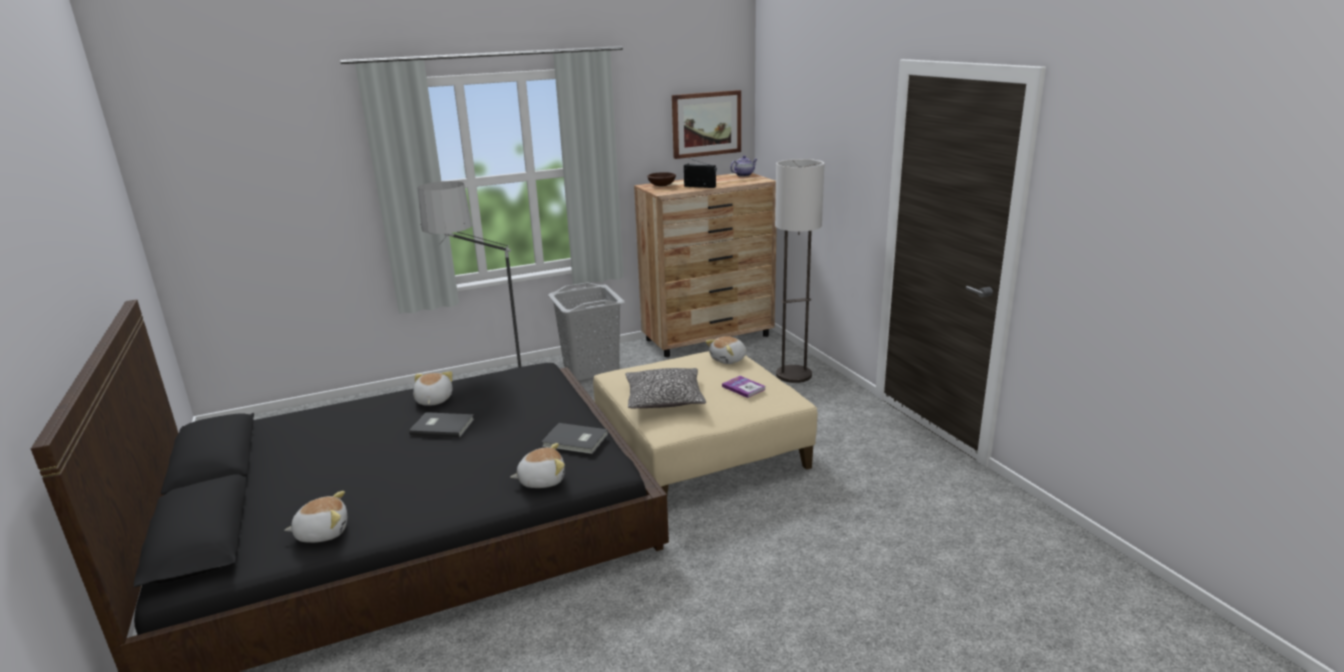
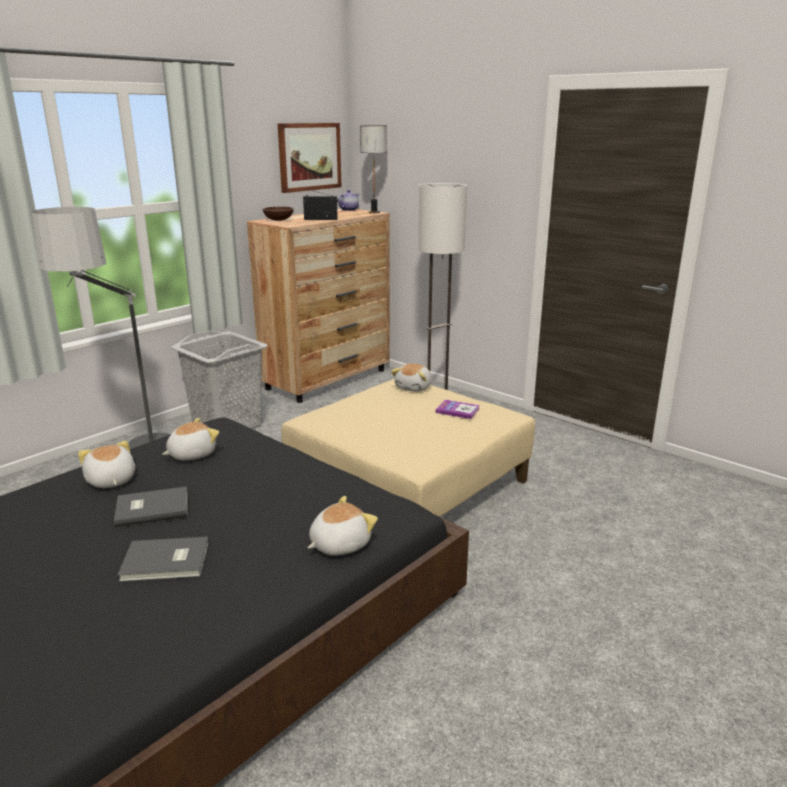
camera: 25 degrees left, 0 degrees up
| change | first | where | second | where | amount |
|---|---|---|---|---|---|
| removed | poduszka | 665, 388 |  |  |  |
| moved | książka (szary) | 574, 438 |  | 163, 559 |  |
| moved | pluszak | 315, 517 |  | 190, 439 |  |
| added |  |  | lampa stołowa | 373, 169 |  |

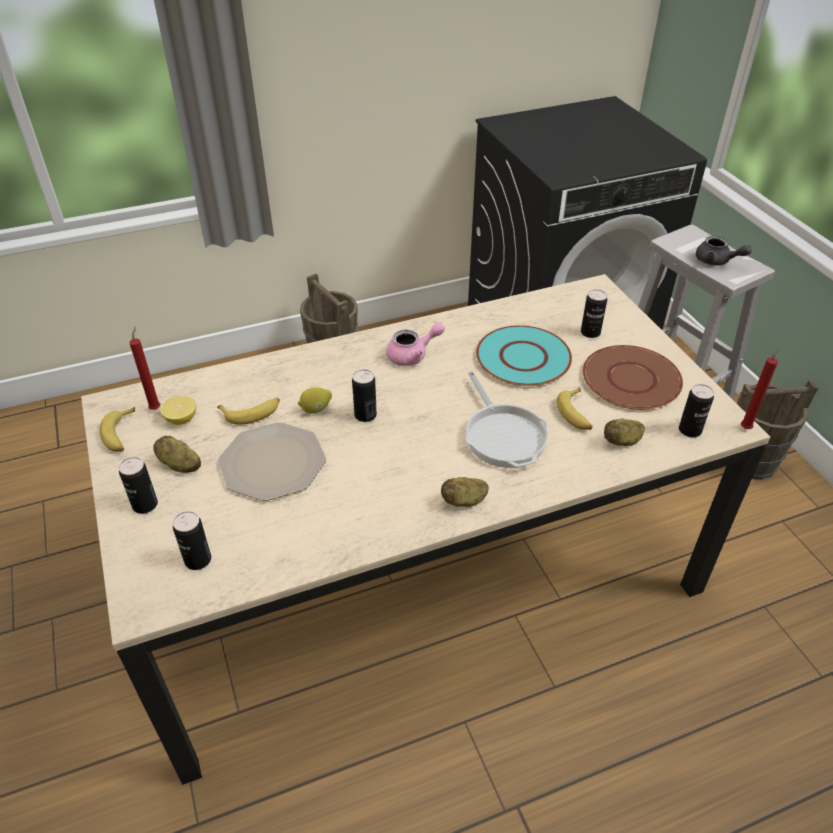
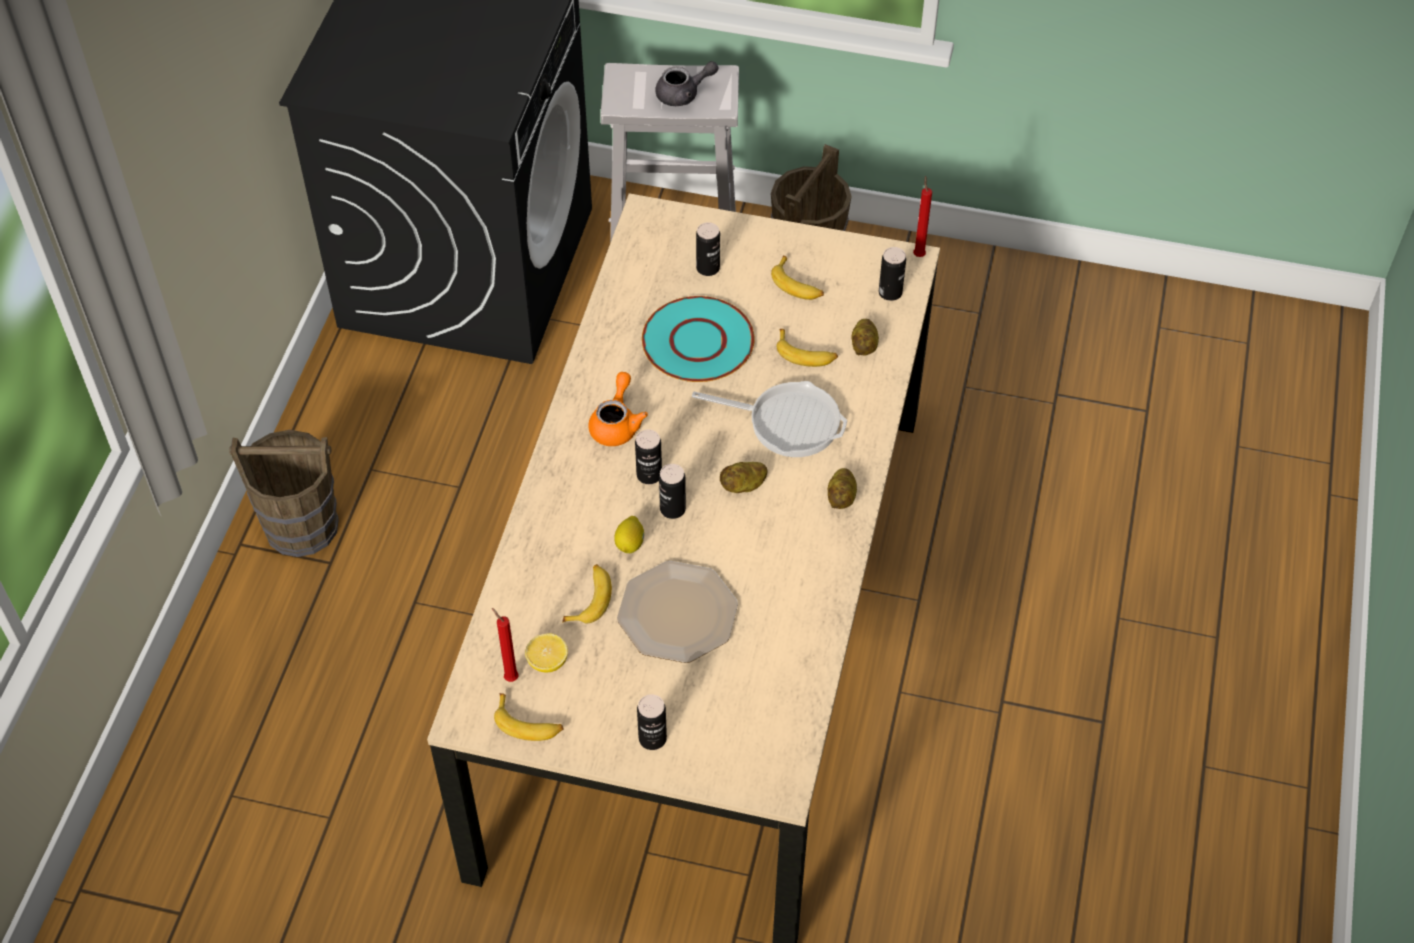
camera: 55 degrees left, 10 degrees up
| change | first | where | second | where | amount |
|---|---|---|---|---|---|
| recoloured | imbryk (różowy) | 415, 344 | imbryk (pomarańczowy) | 618, 409 |  |
| replaced | talerz (brązowy) | 632, 377 | banan | 797, 277 |  |
| moved | ziemniak | 177, 454 |  | 744, 477 |  |
| moved | puszka | 192, 540 |  | 648, 456 |  |

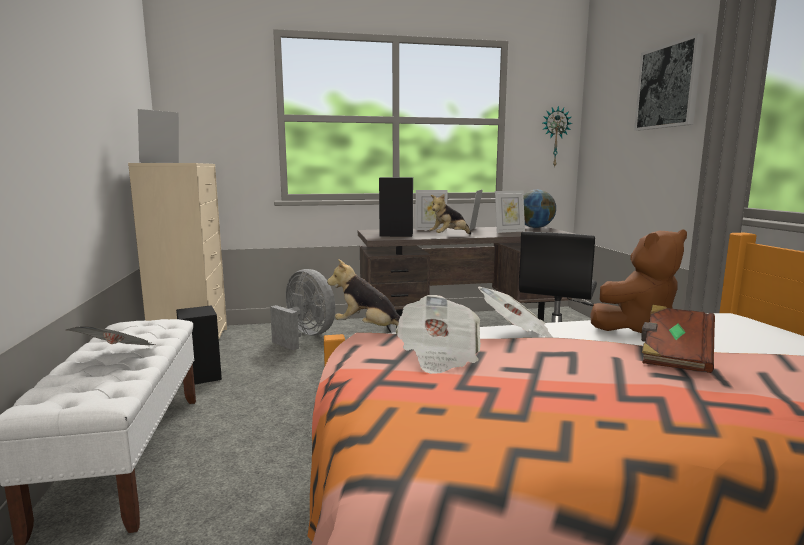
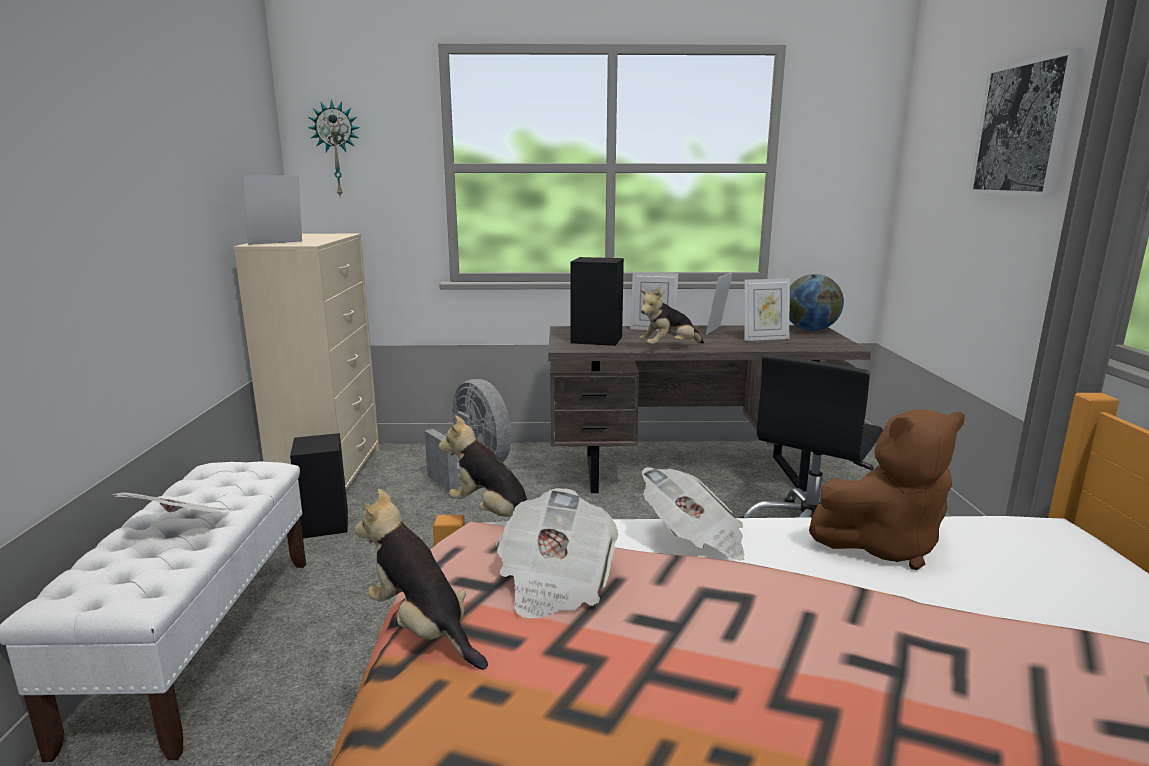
camera: 10 degrees right, 5 degrees up
| change | first | where | second | where | amount |
|---|---|---|---|---|---|
| moved | zegar ścienny | 557, 137 |  | 334, 148 |  |
| removed | książka (brązowy) | 678, 339 |  |  |  |
| added |  |  | pluszak | 421, 579 |  |

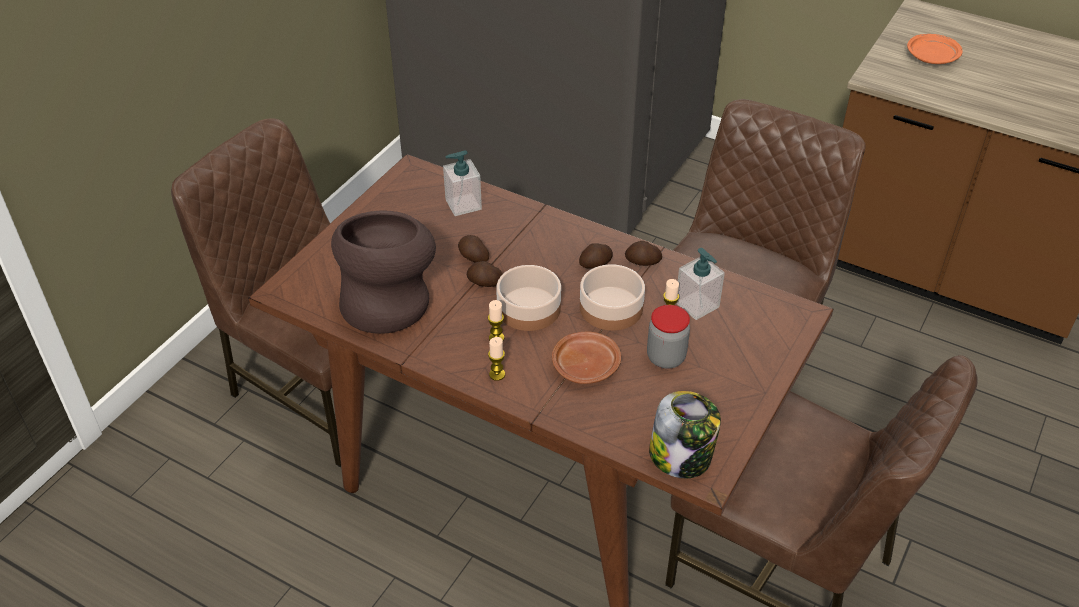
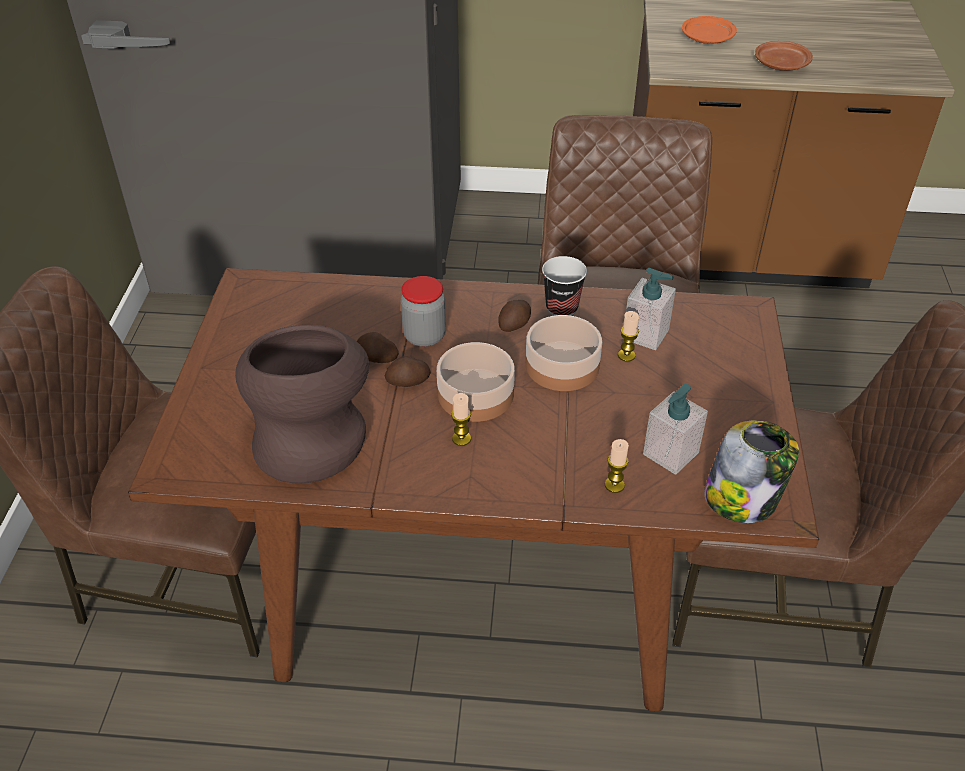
camera: 25 degrees left, 0 degrees up
| change | first | where | second | where | amount |
|---|---|---|---|---|---|
| moved | dozownik mydła | 462, 183 |  | 675, 429 |  |
| replaced | ziemniak | 643, 253 | filiżanka | 564, 286 |  |
| moved | słoik | 668, 337 |  | 423, 311 |  |
| moved | talerz (brązowy) | 586, 358 |  | 784, 56 |  |
| moved | świeca | 496, 359 |  | 617, 466 |  |

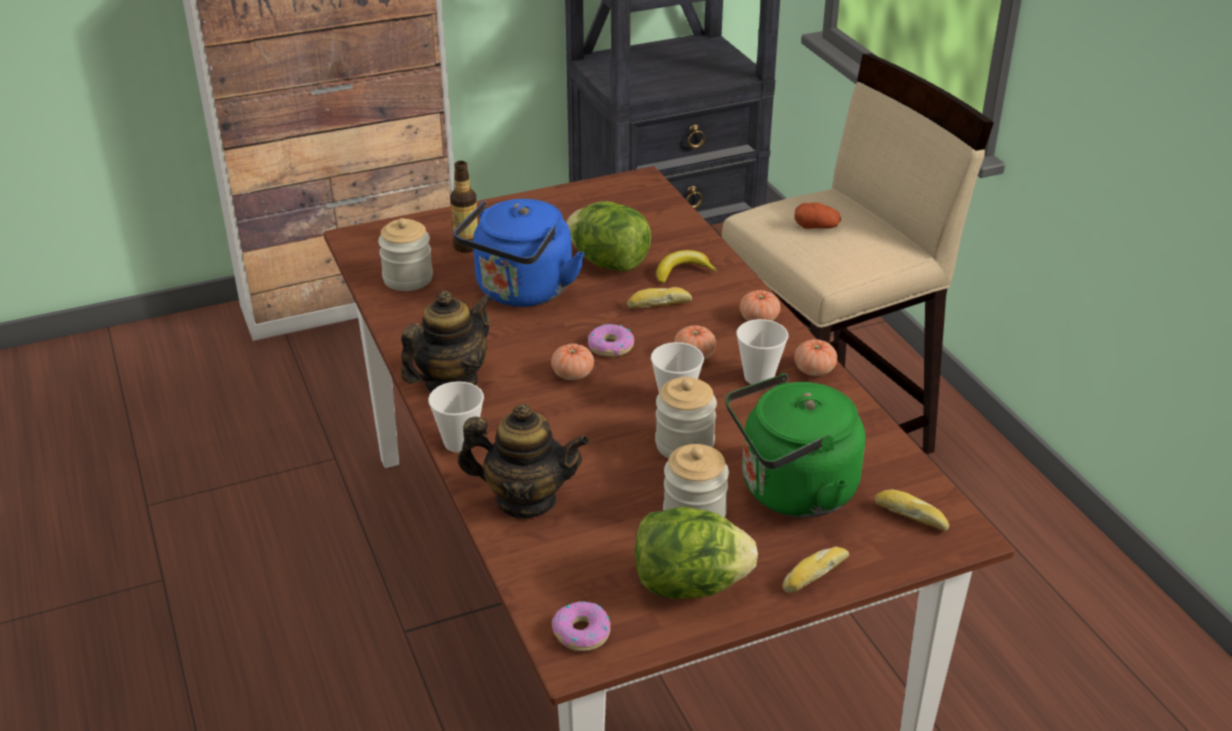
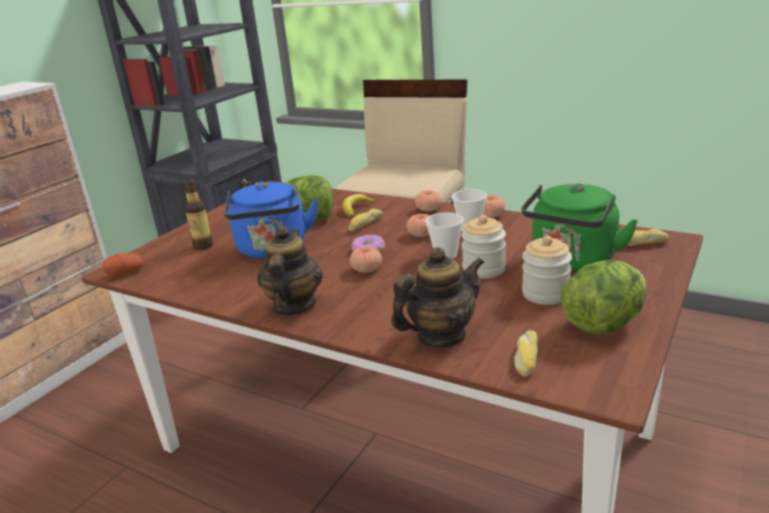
camera: 35 degrees left, 10 degrees down
| change | first | where | second | where | amount |
|---|---|---|---|---|---|
| moved | ziemniak | 818, 215 |  | 123, 265 |  |
| removed | słoik | 405, 254 |  |  |  |
| removed | filiżanka | 456, 417 |  |  |  |
| moved | chleb | 816, 570 |  | 526, 354 |  |
| removed | donut | 581, 626 |  |  |  |

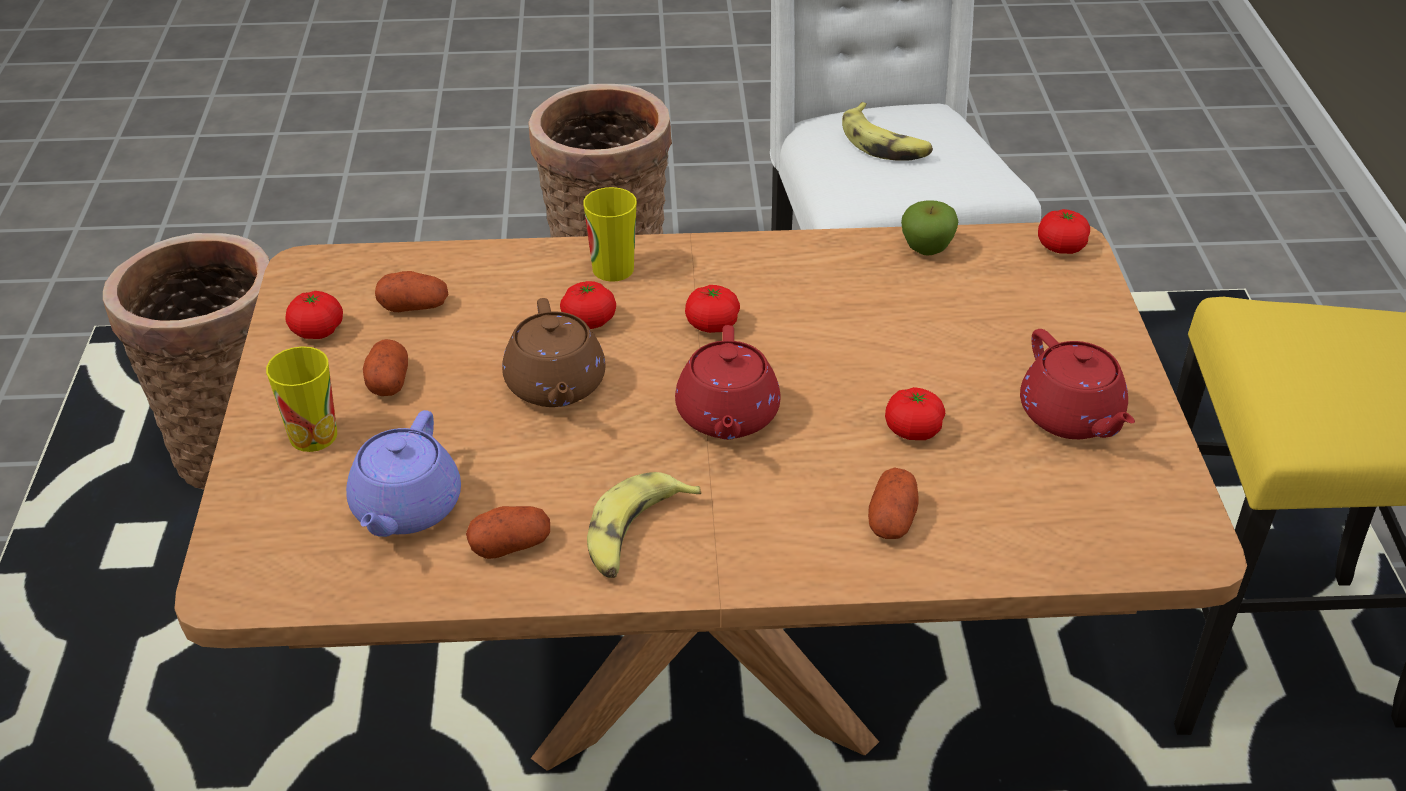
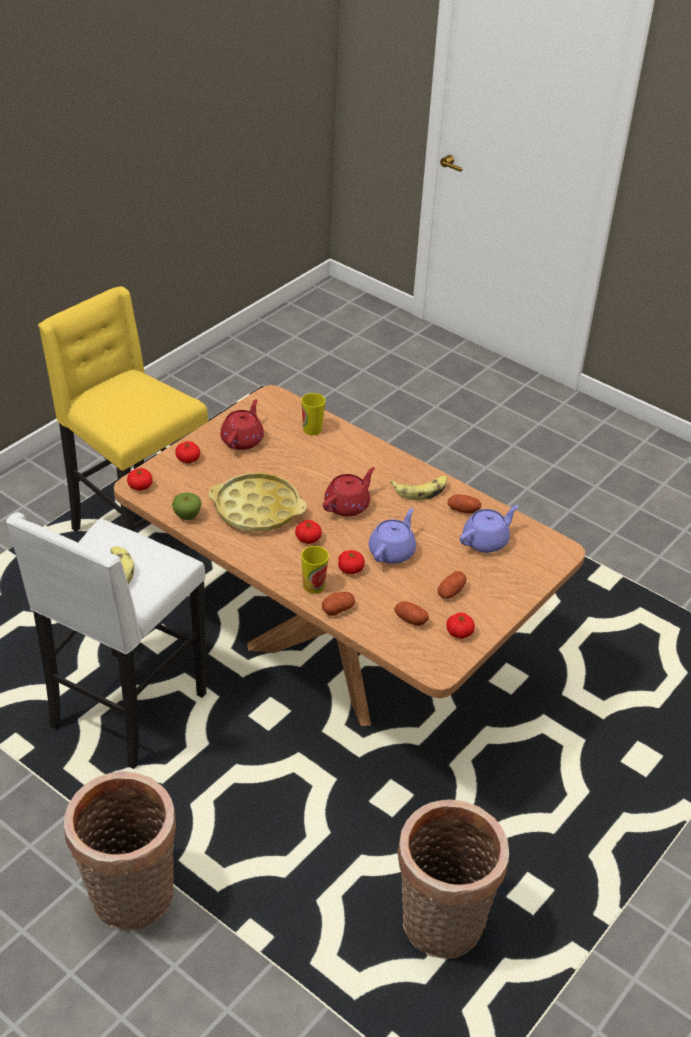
camera: 140 degrees left, 0 degrees up
| change | first | where | second | where | amount |
|---|---|---|---|---|---|
| recoloured | imbryk (brązowy) | 554, 352 | imbryk (fioletowy) | 392, 536 |  |
| moved | filiżanka | 301, 399 |  | 313, 414 |  |
| moved | pomidor | 915, 413 |  | 187, 452 |  |
| moved | ziemniak | 893, 503 |  | 338, 604 |  |
| added |  |  | taca (żółty) | 257, 502 |  |

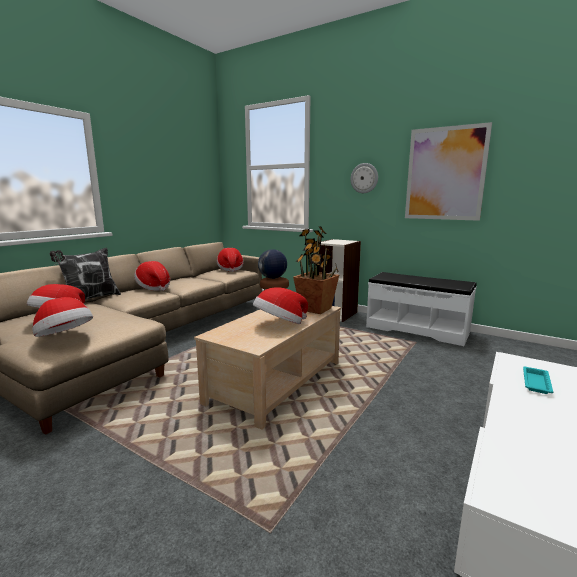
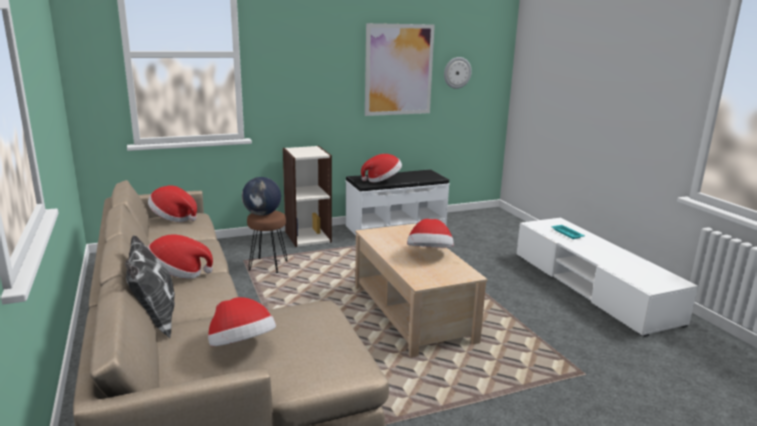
camera: 55 degrees left, 5 degrees up
| change | first | where | second | where | amount |
|---|---|---|---|---|---|
| moved | zegar ścienny | 364, 178 |  | 458, 73 |  |
| removed | roślina doniczkowa | 316, 270 |  |  |  |
| moved | kapelusz | 62, 317 |  | 381, 168 |  |

